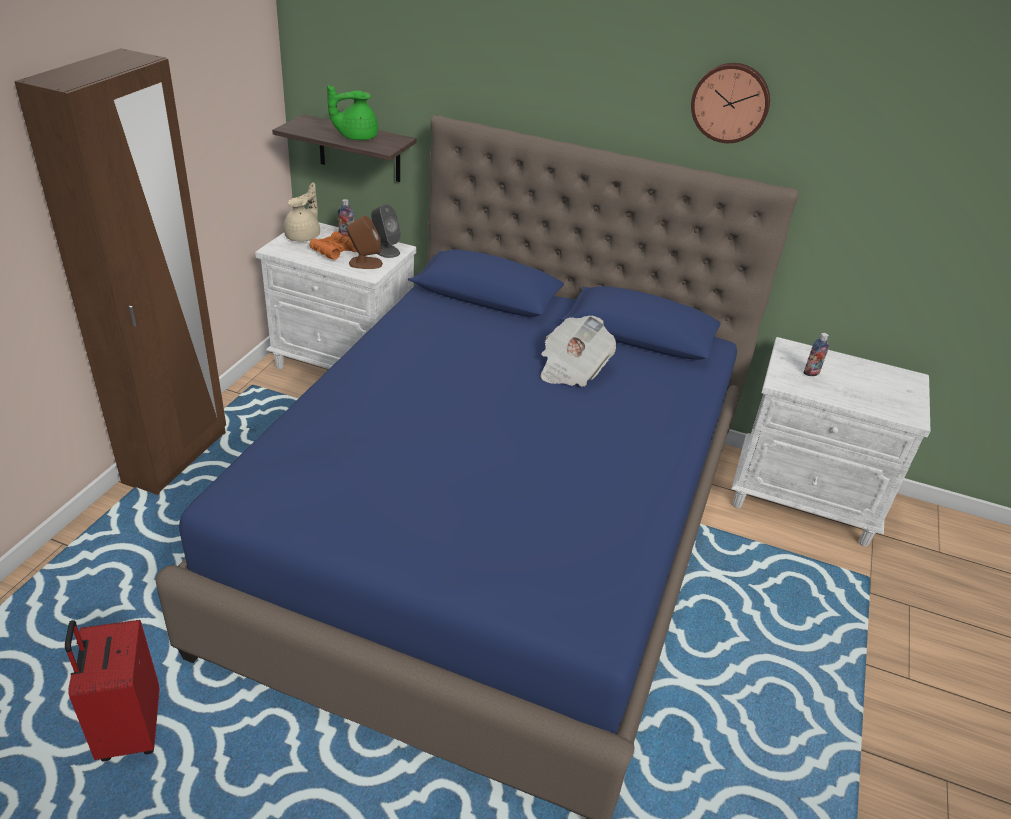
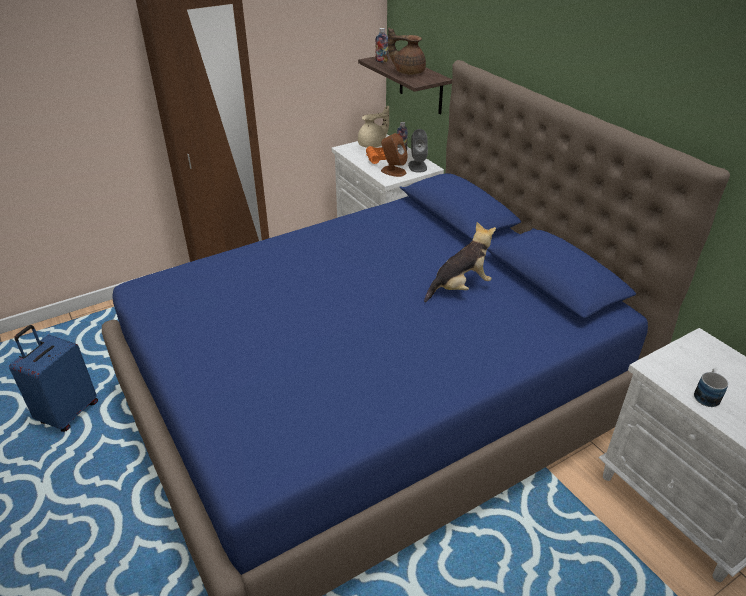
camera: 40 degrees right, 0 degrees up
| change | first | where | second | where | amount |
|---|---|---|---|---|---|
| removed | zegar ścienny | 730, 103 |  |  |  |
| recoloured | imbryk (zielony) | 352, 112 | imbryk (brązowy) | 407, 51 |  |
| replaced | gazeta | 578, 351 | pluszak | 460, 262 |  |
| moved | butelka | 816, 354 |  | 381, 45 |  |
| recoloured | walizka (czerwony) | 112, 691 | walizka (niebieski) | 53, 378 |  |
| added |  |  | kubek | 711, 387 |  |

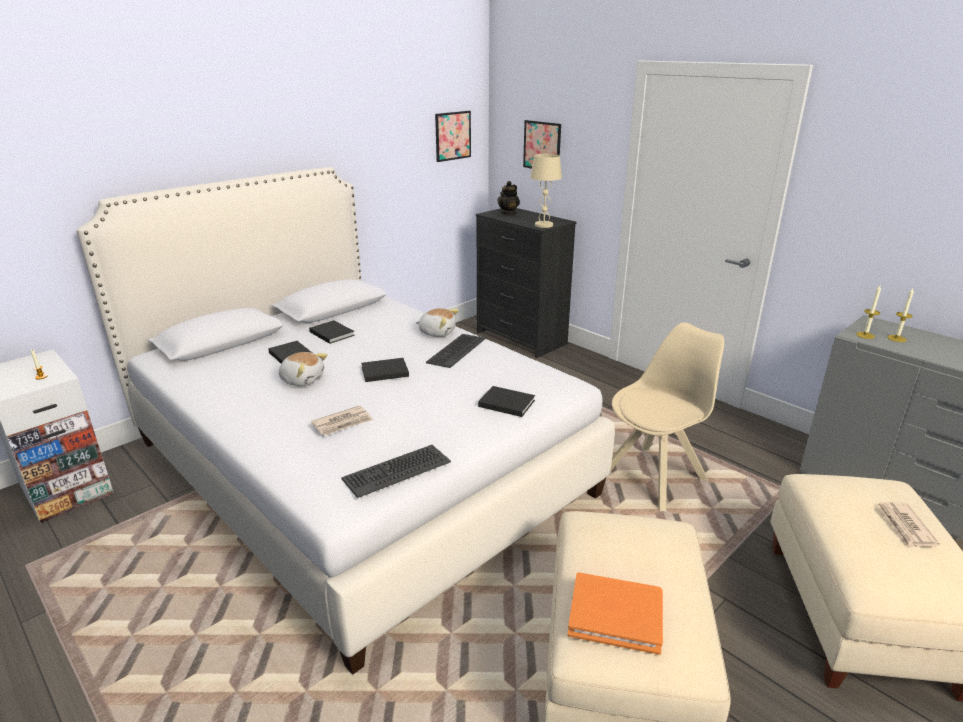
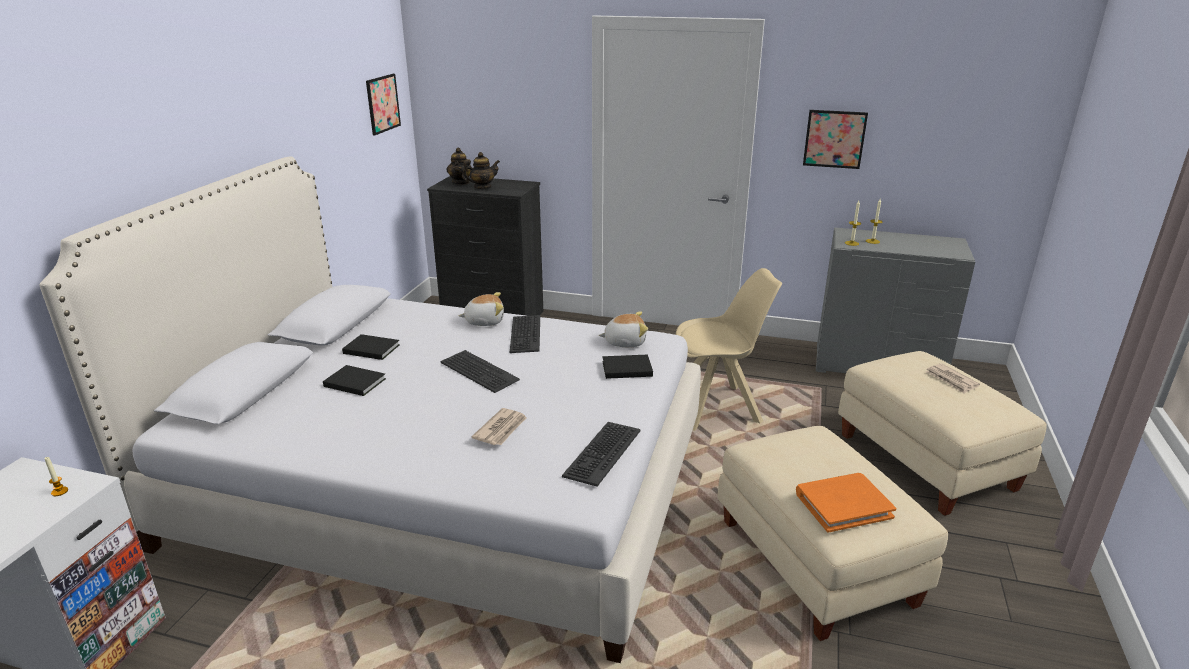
camera: 30 degrees left, 0 degrees up
| change | first | where | second | where | amount |
|---|---|---|---|---|---|
| moved | obraz | 542, 144 |  | 835, 139 |  |
| removed | lampa stołowa (beżowy) | 546, 191 |  |  |  |
| turned | krzesło (beżowy) | 667, 416 |  | 729, 349 | 60 degrees clockwise |
| moved | pluszak | 303, 369 |  | 623, 329 |  |
| replaced | książka (czarny) | 385, 370 | klawiatura | 480, 371 |  |
| added |  |  | imbryk | 481, 170 |  |

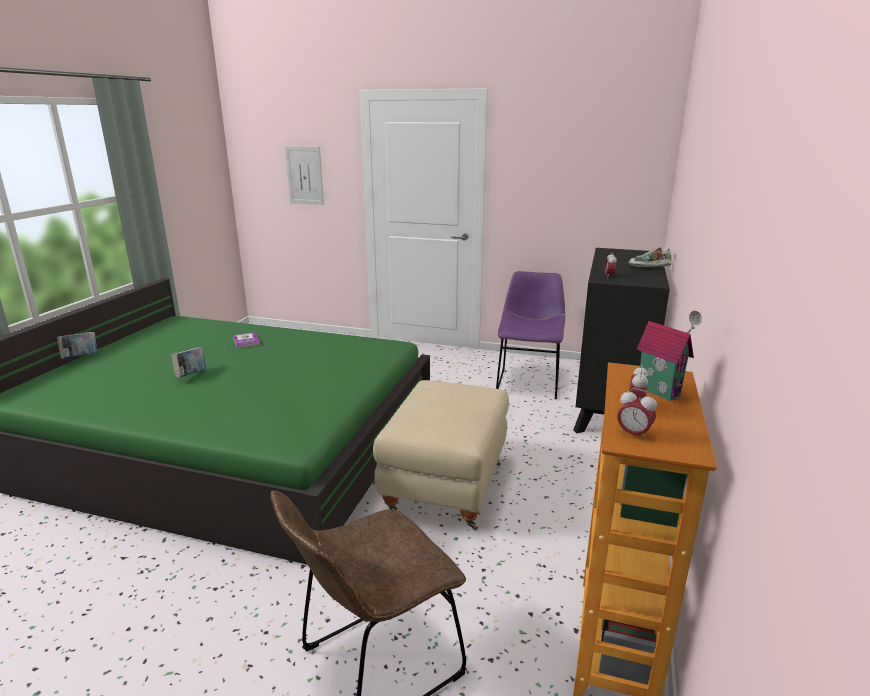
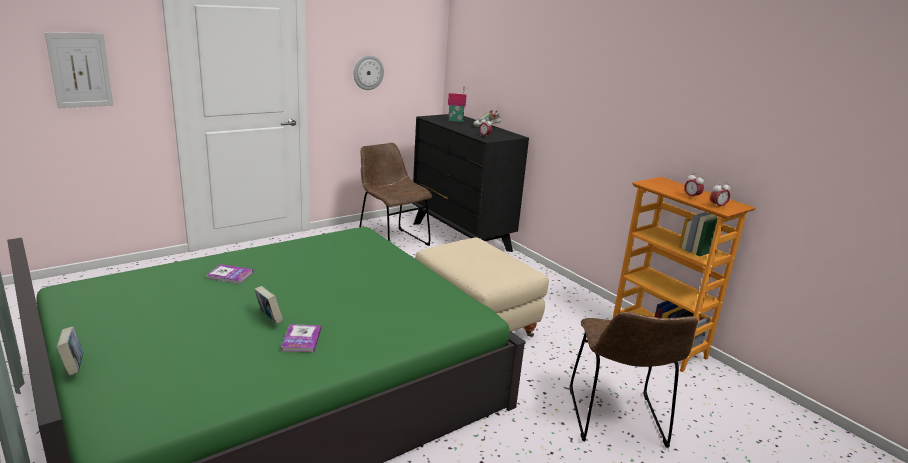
camera: 55 degrees left, 0 degrees up
| change | first | where | second | where | amount |
|---|---|---|---|---|---|
| recoloured | krzesło (fioletowy) | 531, 335 | krzesło (brązowy) | 395, 194 |  |
| moved | domek | 669, 356 |  | 457, 104 |  |
| added |  |  | zegar ścienny | 369, 72 |  |
| added |  |  | książka | 301, 338 |  |

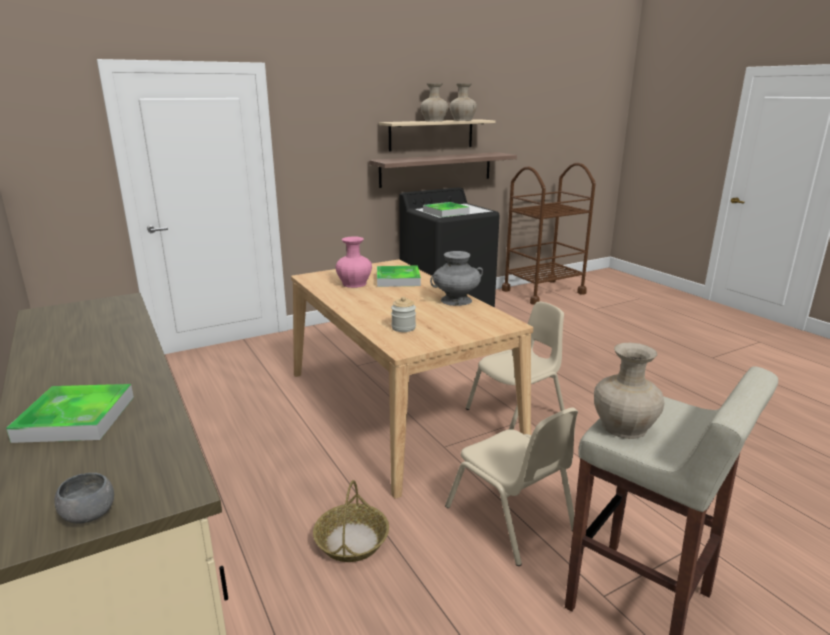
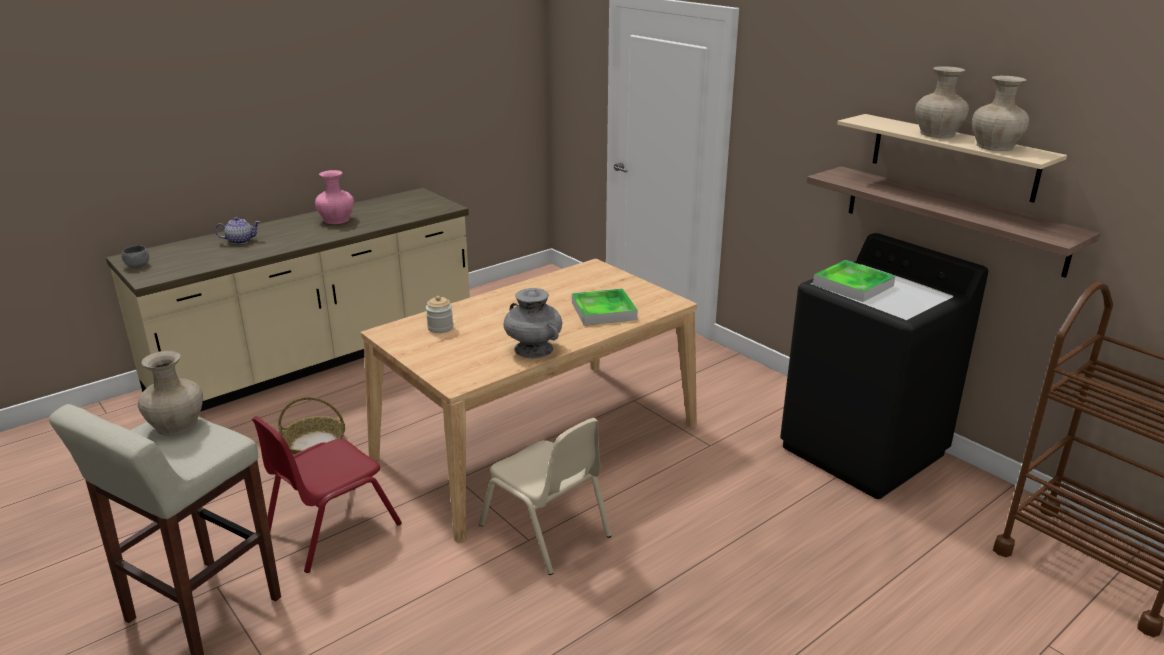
camera: 80 degrees right, 5 degrees up
| change | first | where | second | where | amount |
|---|---|---|---|---|---|
| moved | wazon (różowy) | 354, 262 |  | 334, 197 |  |
| replaced | taca | 70, 413 | imbryk | 237, 230 |  |
| recoloured | krzesło (beżowy) | 511, 486 | krzesło (czerwony) | 327, 494 |  |

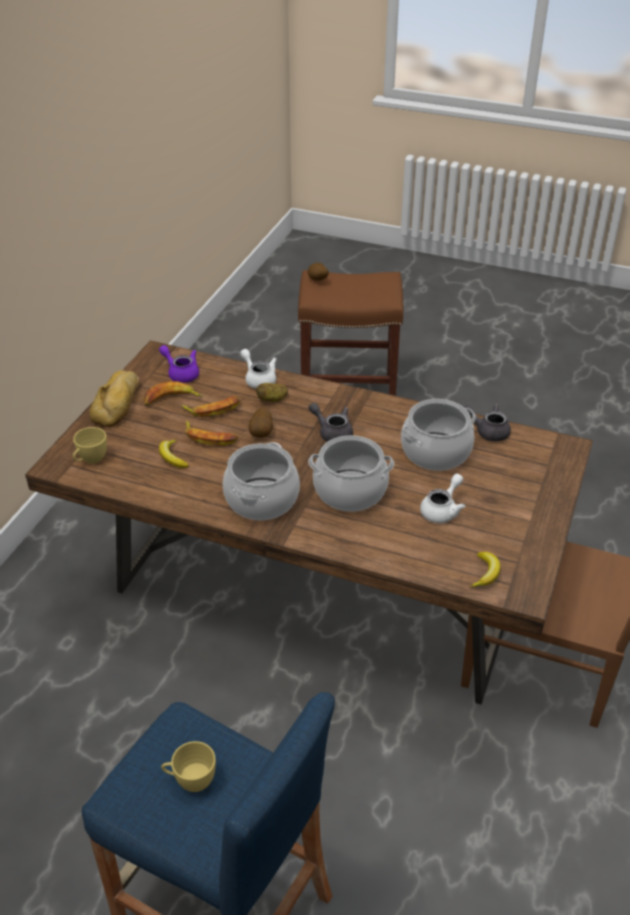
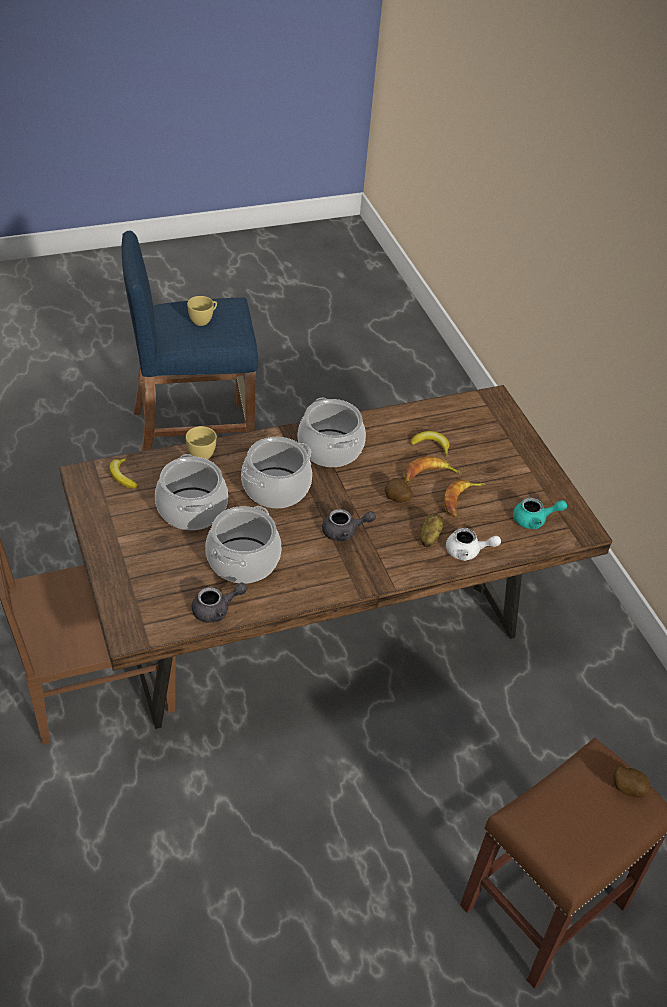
camera: 135 degrees right, 5 degrees up
| change | first | where | second | where | amount |
|---|---|---|---|---|---|
| recoloured | imbryk (fioletowy) | 179, 364 | imbryk (turkusowy) | 540, 513 |  |
| removed | chleb | 114, 398 |  |  |  |
| removed | banan | 173, 393 |  |  |  |
| moved | filiżanka (żółty) | 90, 445 |  | 201, 443 |  |
| replaced | imbryk (biały) | 443, 498 | garnek | 191, 492 |  |

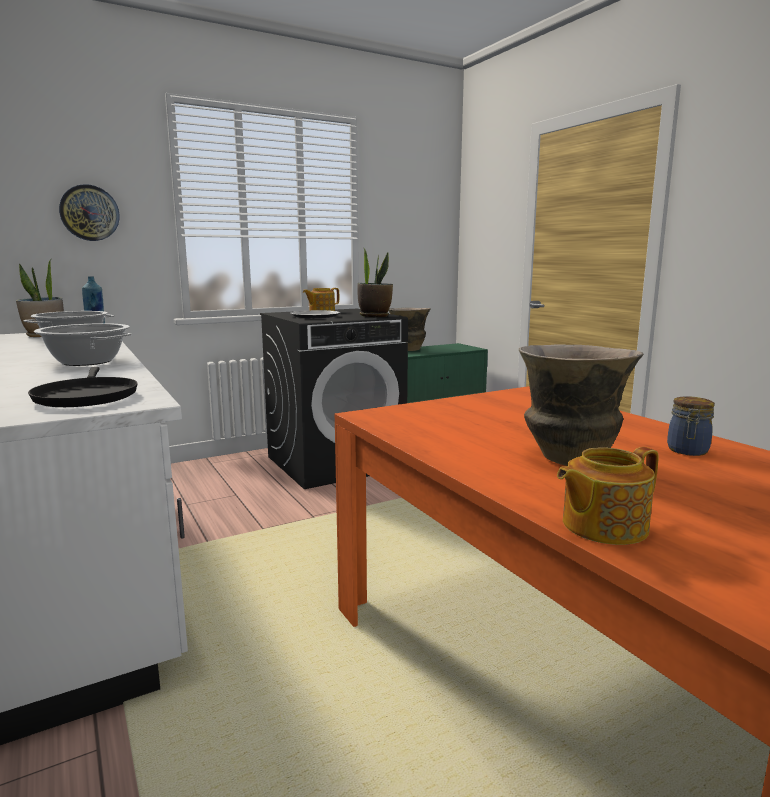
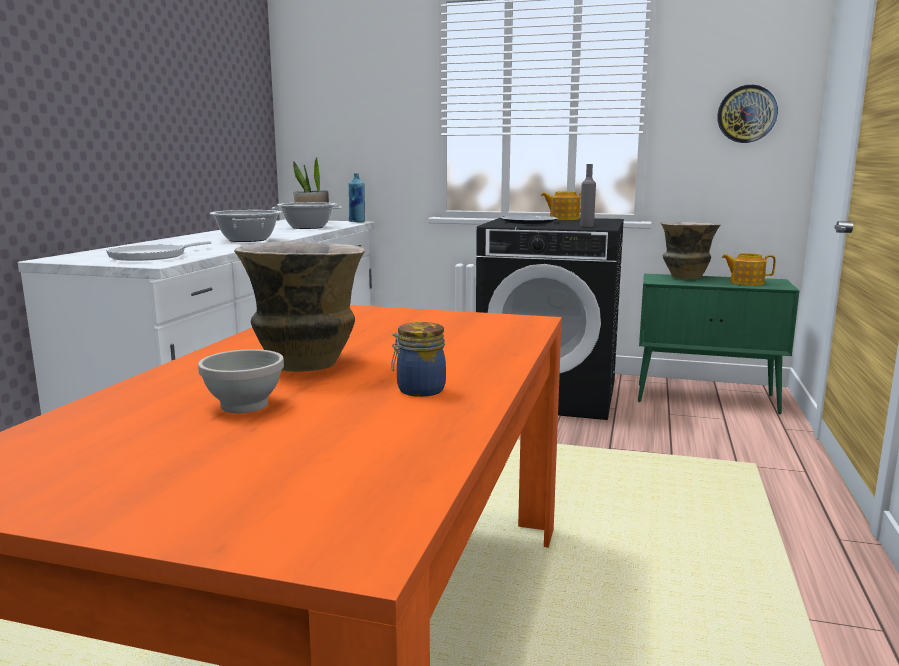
camera: 45 degrees right, 0 degrees up
| change | first | where | second | where | amount |
|---|---|---|---|---|---|
| moved | zegar ścienny | 89, 212 |  | 747, 114 |  |
| replaced | roślina doniczkowa | 375, 283 | butelka (szary) | 588, 195 |  |
| recoloured | patelnia (czarny) | 83, 387 | patelnia (biały) | 158, 250 |  |
| moved | imbryk | 608, 496 |  | 749, 269 |  |
| added |  |  | miska (biały) | 241, 381 |  |

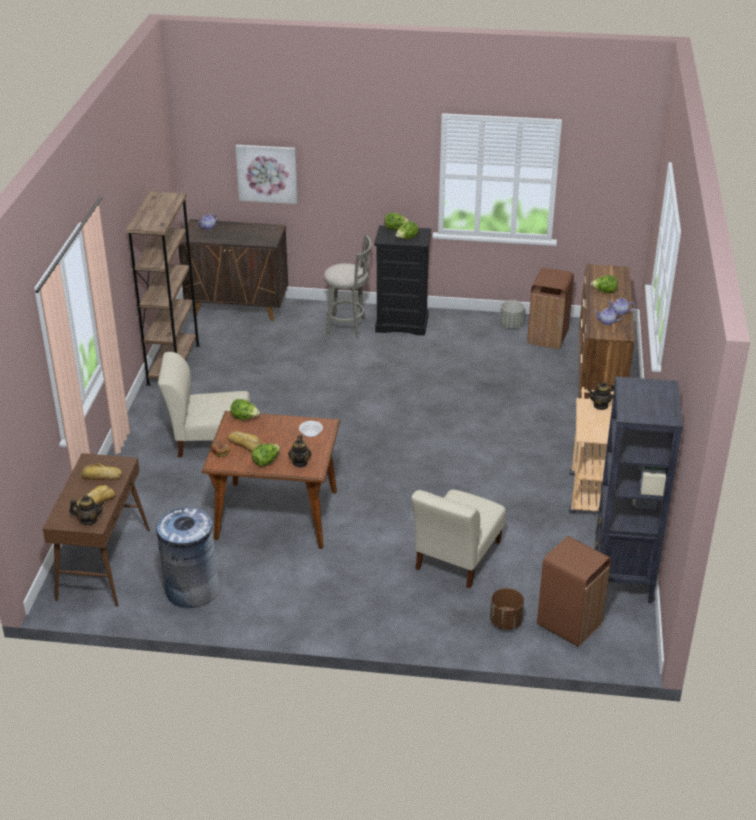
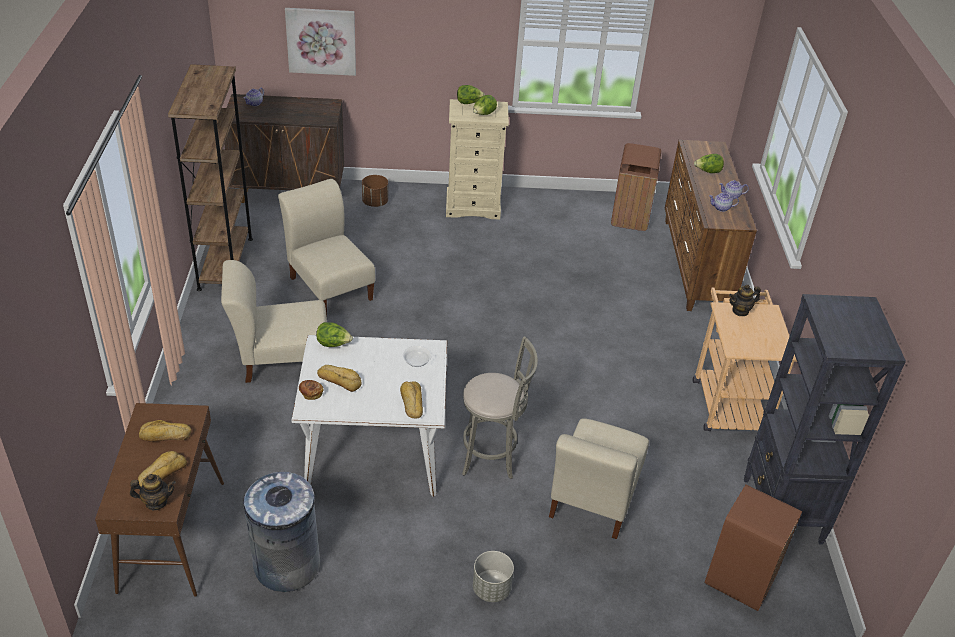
camera: 10 degrees left, 5 degrees up
| change | first | where | second | where | amount |
|---|---|---|---|---|---|
| recoloured | komoda (czarny) | 402, 280 | komoda (beżowy) | 477, 159 |  |
| moved | stołek (szary) | 348, 286 |  | 500, 407 |  |
| moved | donica (szary) | 512, 314 |  | 493, 576 |  |
| recoloured | stół jadalny (brązowy) | 271, 480 | stół jadalny (biały) | 369, 416 |  |
| replaced | imbryk | 300, 451 | chleb | 411, 400 |  |
| removed | sałata | 266, 454 |  |  |  |
| moved | donica (brązowy) | 507, 609 |  | 375, 191 |  |
| added |  |  | krzesło (beżowy) | 326, 247 |  |

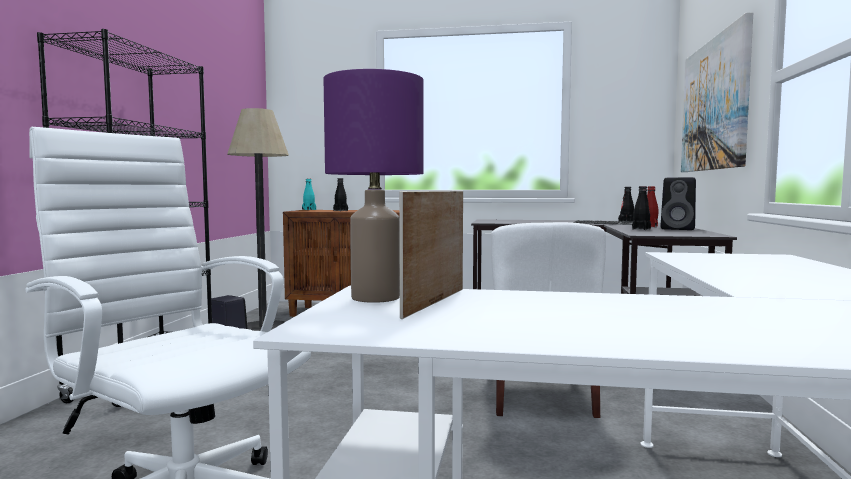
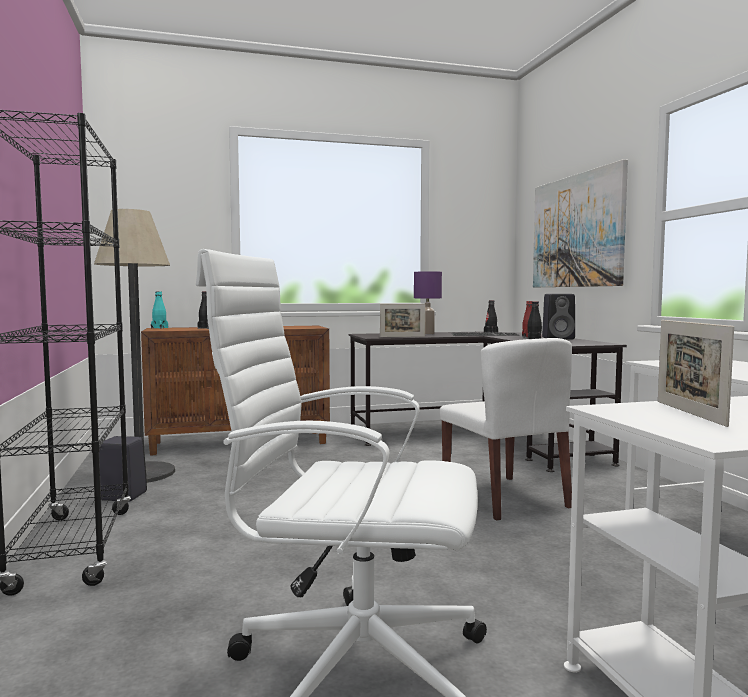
camera: 25 degrees left, 0 degrees up
| change | first | where | second | where | amount |
|---|---|---|---|---|---|
| moved | lampa stołowa (fioletowy) | 374, 186 |  | 428, 302 |  |
| added |  |  | ramka na zdjęcie | 402, 320 |  |

